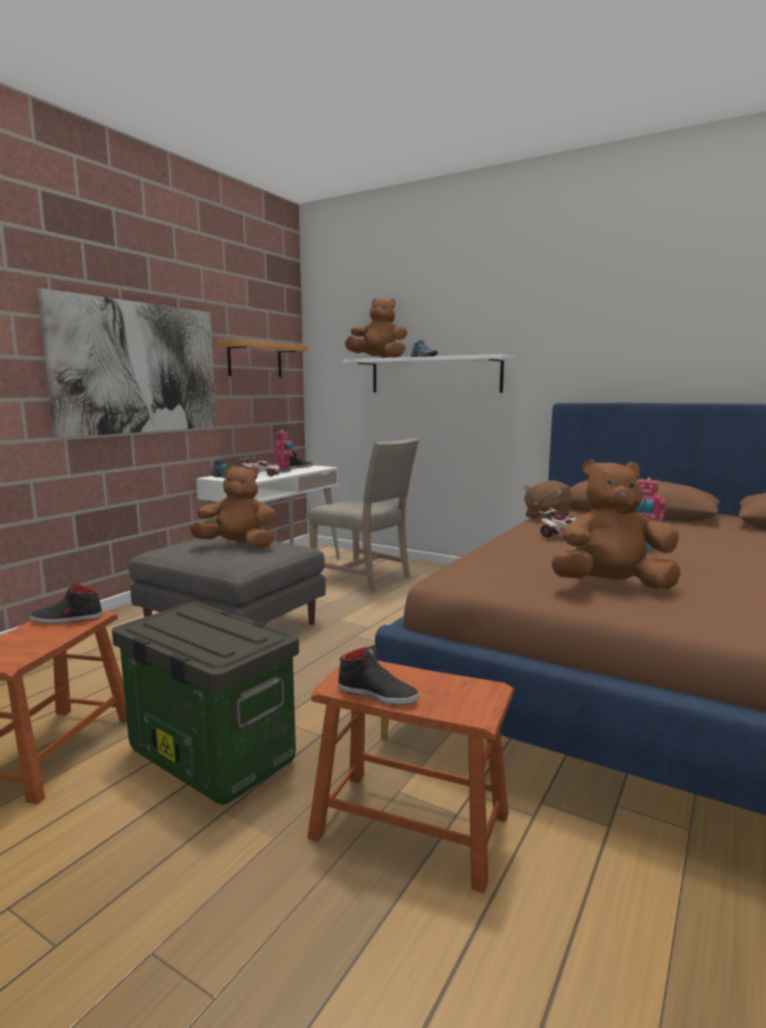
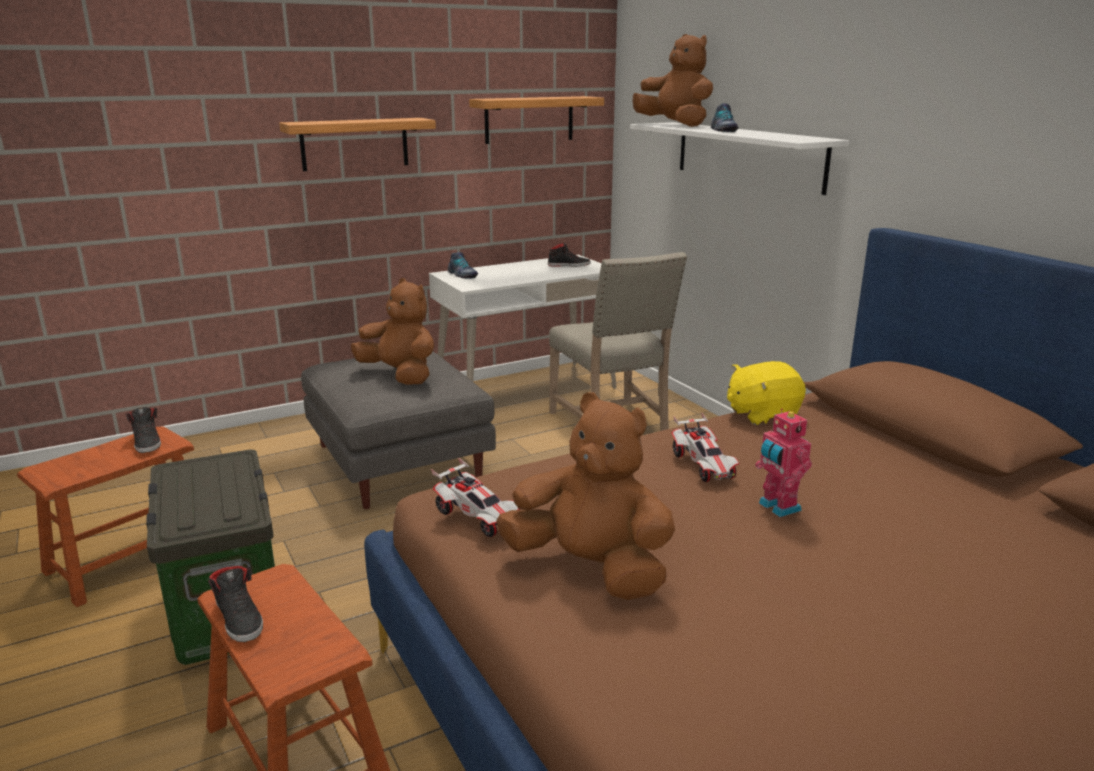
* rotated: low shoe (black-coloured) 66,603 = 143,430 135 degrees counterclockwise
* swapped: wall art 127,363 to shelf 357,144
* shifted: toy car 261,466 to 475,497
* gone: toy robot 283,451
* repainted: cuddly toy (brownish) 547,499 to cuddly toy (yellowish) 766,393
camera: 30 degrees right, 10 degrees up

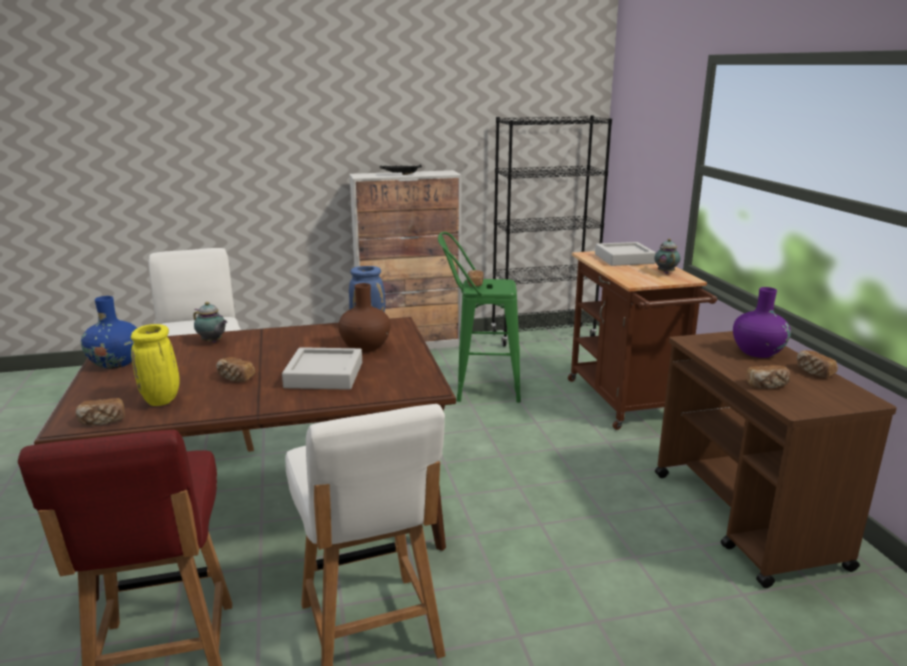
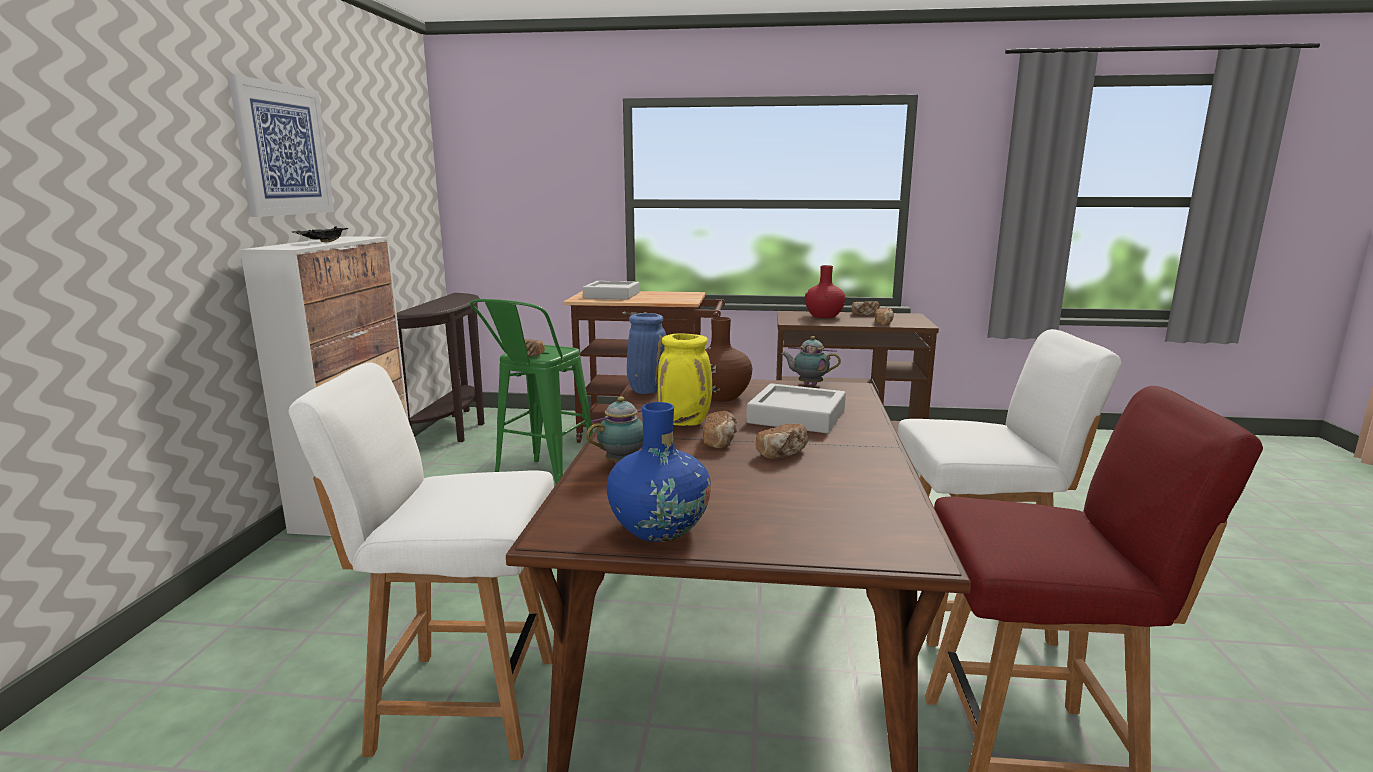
* shifted: bakery bread 100,412 to 720,429
* shifted: decorative vase (yellowish) 155,365 to 685,379
* swapped: shelving unit (black-coloured) 551,230 to hall table (brownish) 441,367
* shifted: tea pot 667,256 to 811,360
* repainted: decorative vase (purple) 762,322 to decorative vase (reddish) 825,291
* new: wall art 281,145
camera: 70 degrees left, 5 degrees down

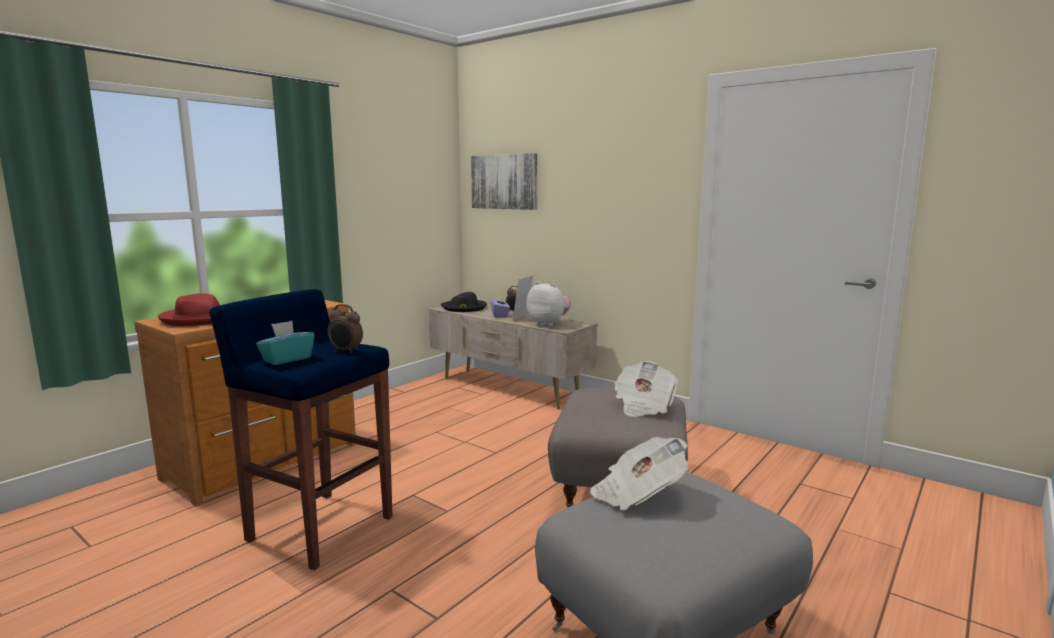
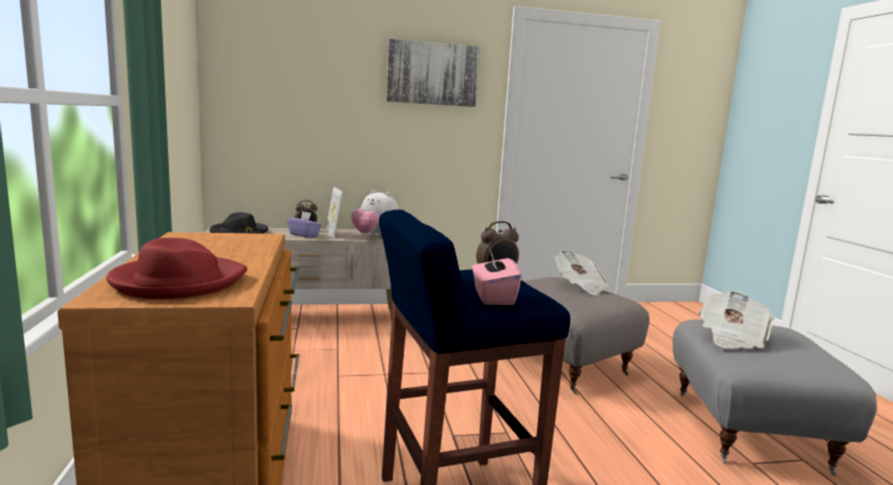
* repainted: tissue holder (blue-green) 285,343 to tissue holder (pink) 497,276
* shifted: wall art 504,181 to 433,73
* rotated: cuddly toy 548,304 = 375,213 135 degrees counterclockwise
camera: 50 degrees left, 0 degrees up

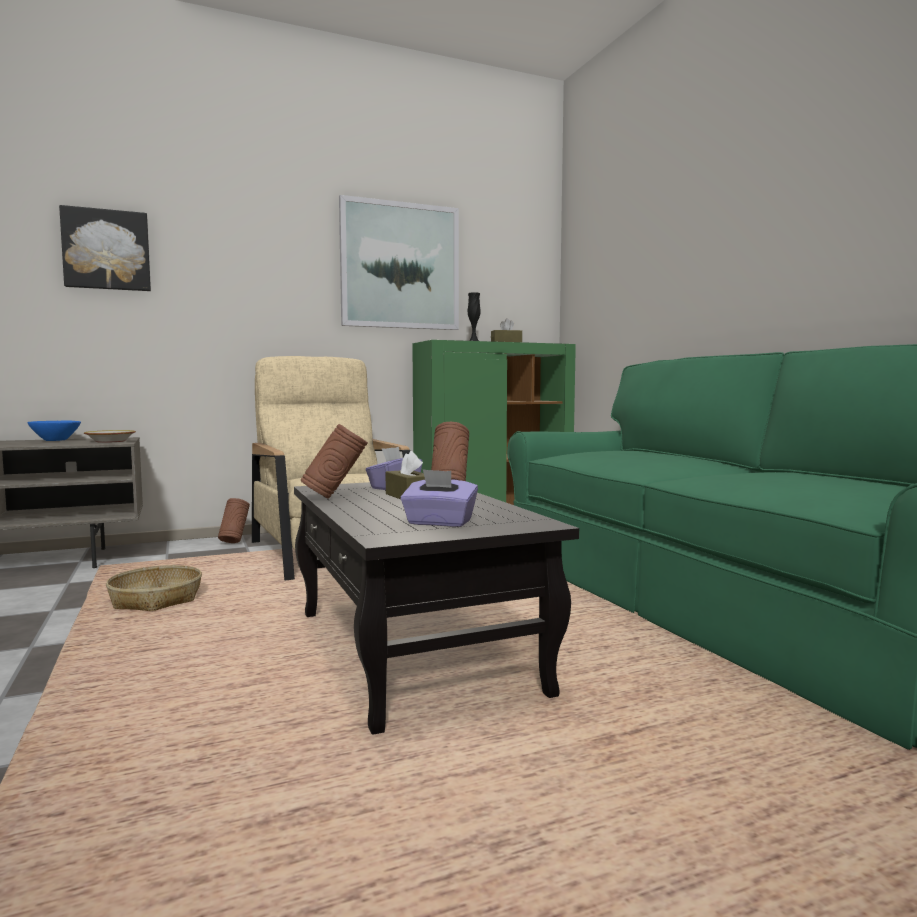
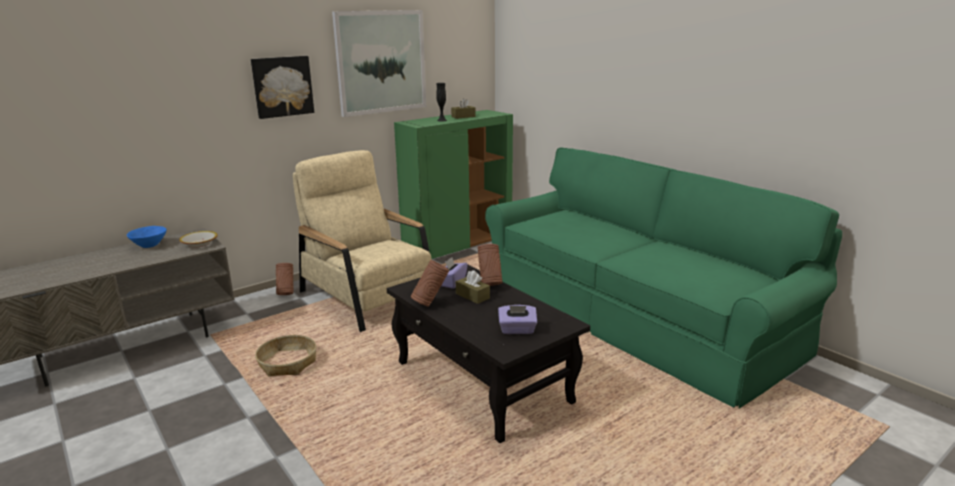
* shifted: wall art 105,248 to 282,87
camera: 15 degrees left, 15 degrees up

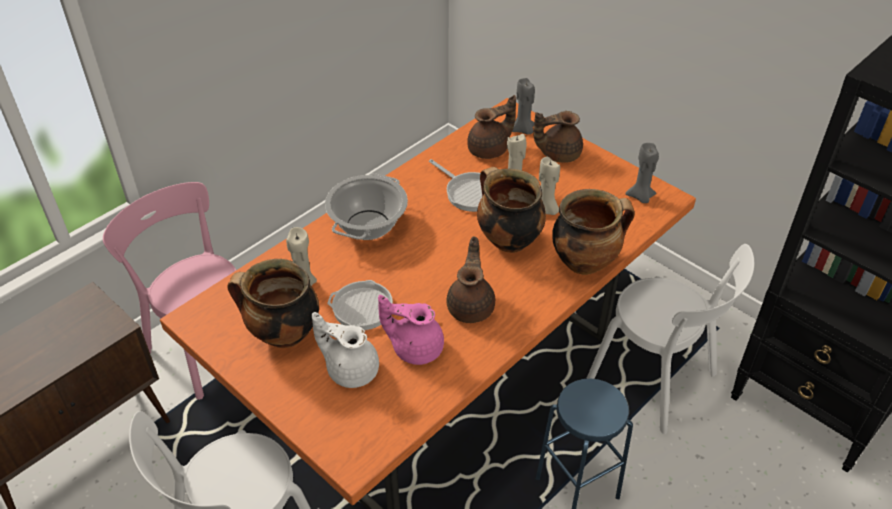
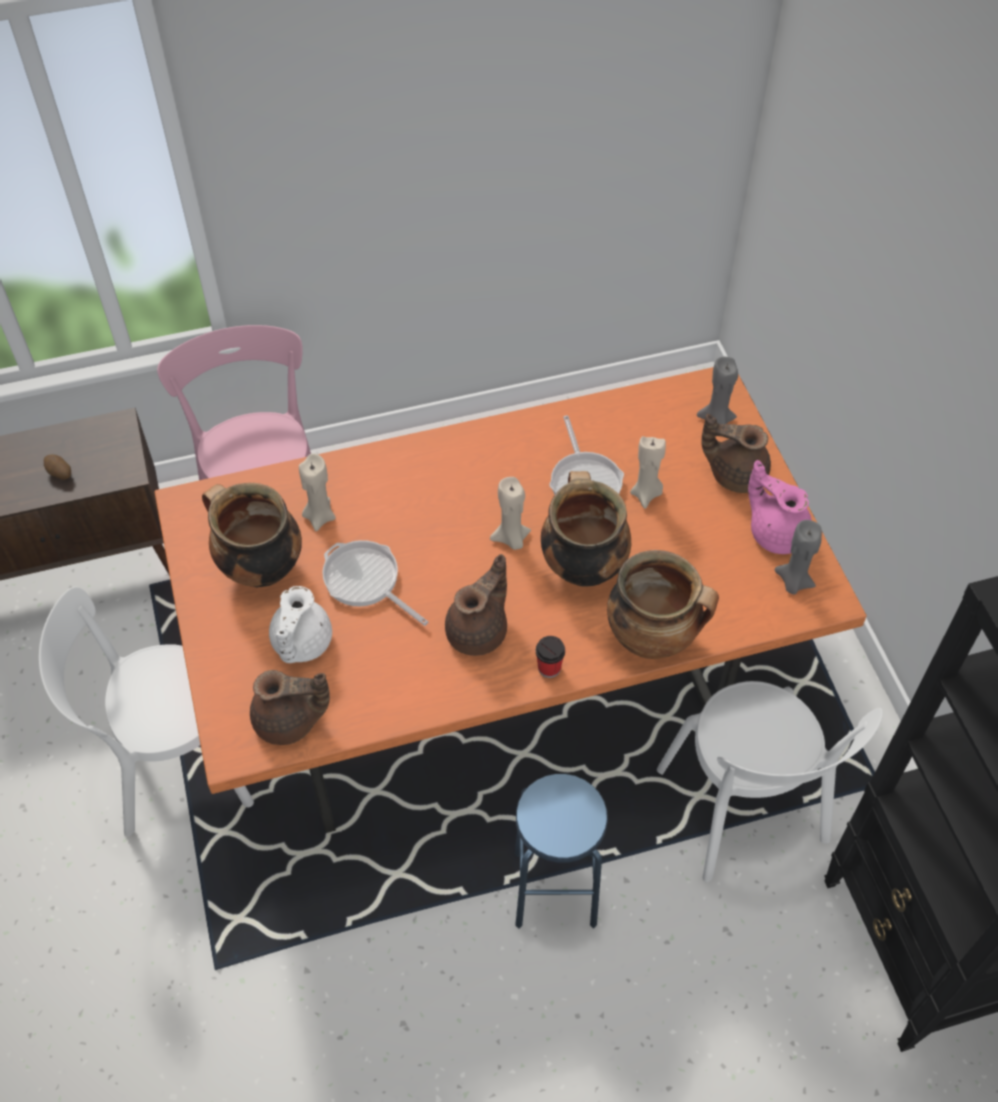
* rotated: tea pot (white) 345,350 = 300,624 135 degrees counterclockwise
* gone: cooking pot 366,206
* shifted: tea pot (pink) 411,330 to 780,507
* shifted: tea pot (brownish) 491,127 to 290,707
* shifted: wax light (beige-coloured) 549,186 to 510,513
* new: spud 57,467
* new: cup 550,657
camera: 30 degrees right, 10 degrees up

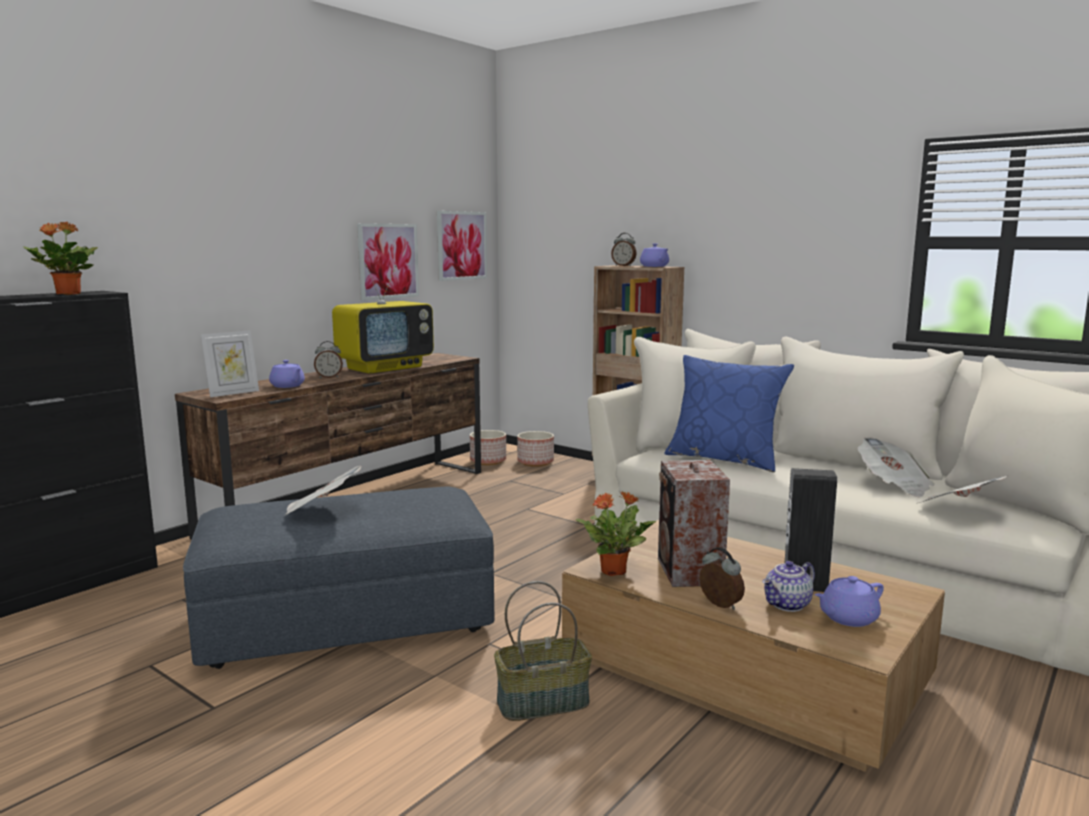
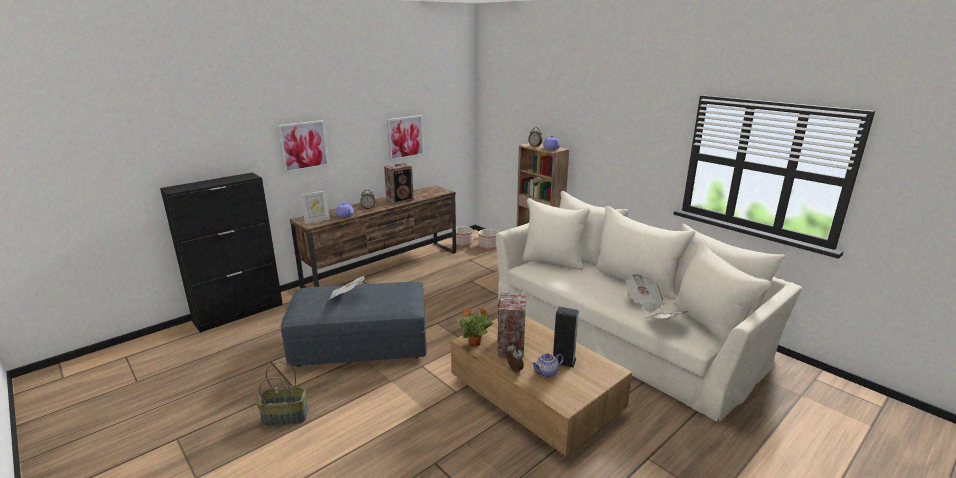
* gone: plant in a pot 60,258
* swapped: television 383,319 to audio speaker 399,183
* shifted: wall art 462,246 to 303,146
* shifted: household basket 543,651 to 282,394
* gone: throw pillow (blue) 729,413
* gone: tea pot (purple) 849,601
camera: 10 degrees right, 10 degrees up

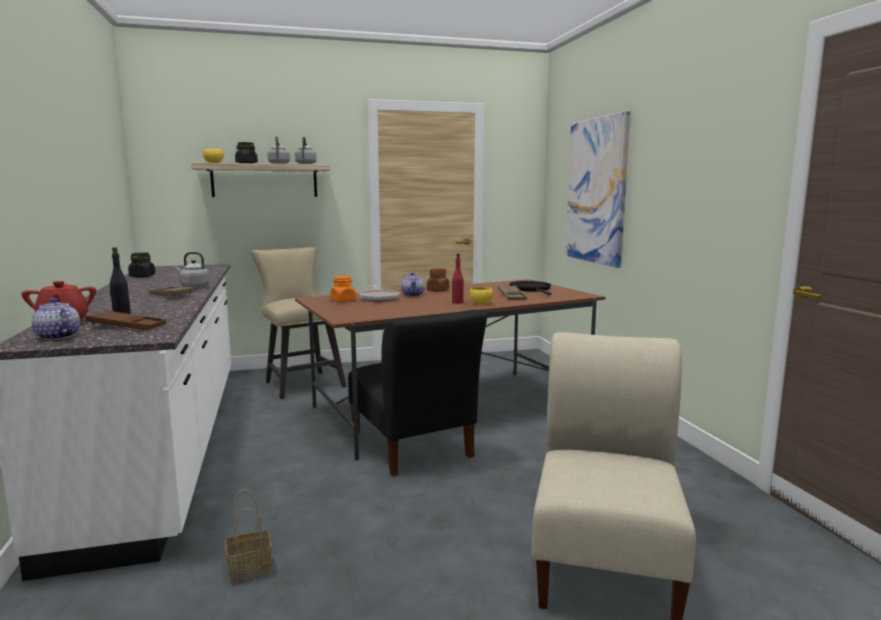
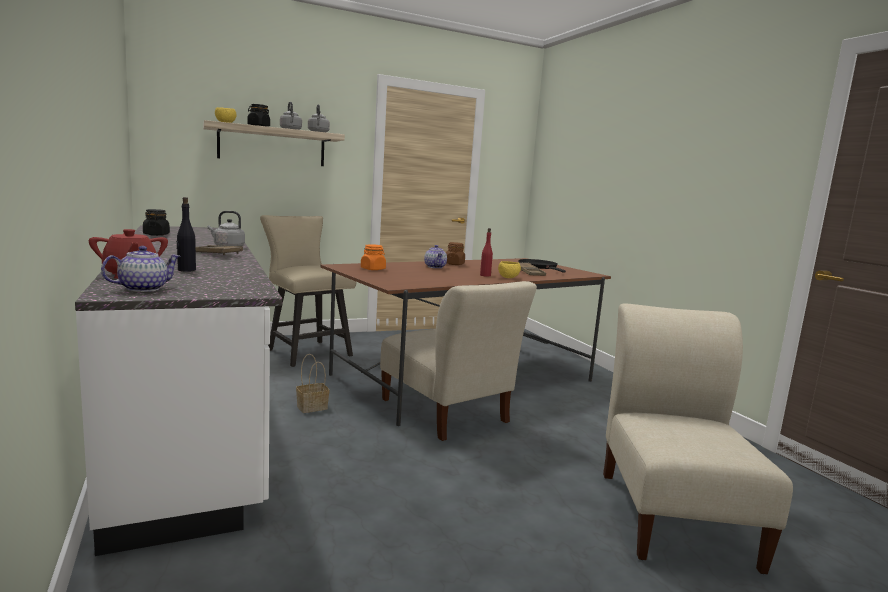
* rotated: tea pot 56,319 = 141,269 105 degrees clockwise
* gone: serving tray (brownish) 126,320
* shifted: household basket 248,536 to 312,383
* repainted: chair (black-coloured) 417,393 to chair (beige-coloured) 458,361
* gone: pan 379,293
* gone: wall art 598,189
camera: 10 degrees left, 0 degrees up

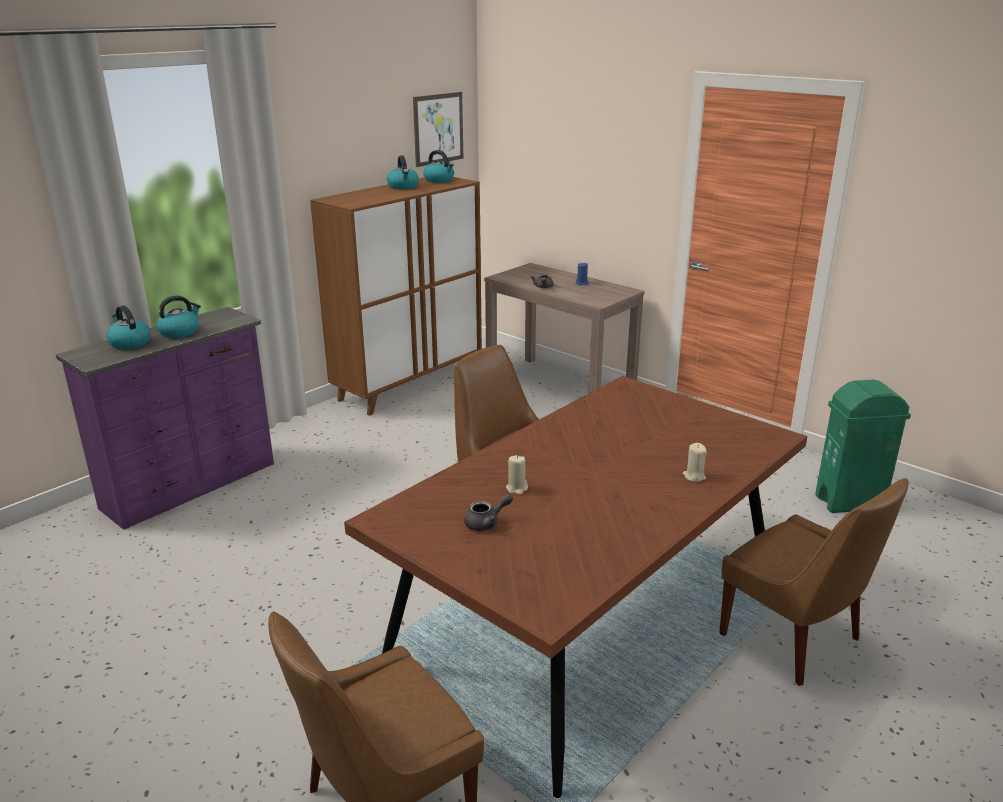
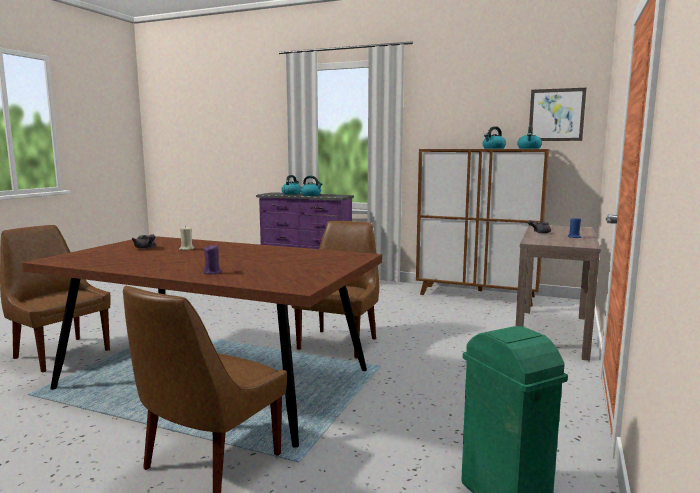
* repainted: wax light (beige-coloured) 695,462 to wax light (purple) 212,259
camera: 70 degrees right, 15 degrees down

